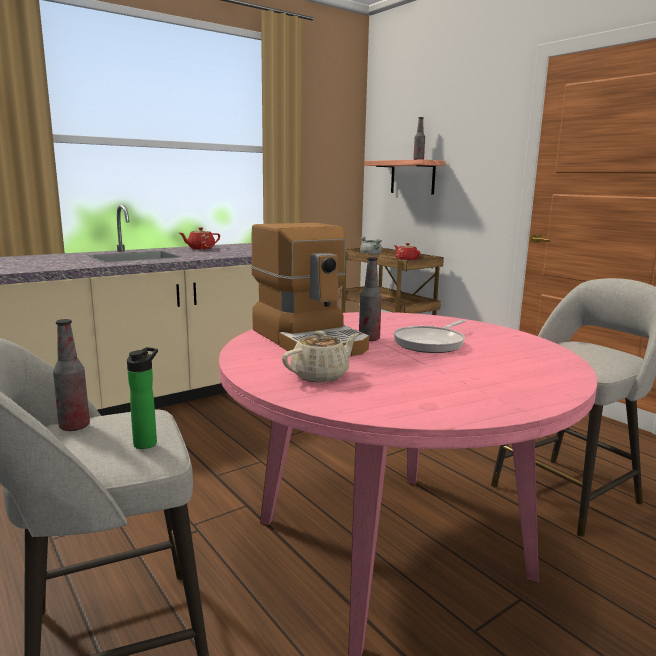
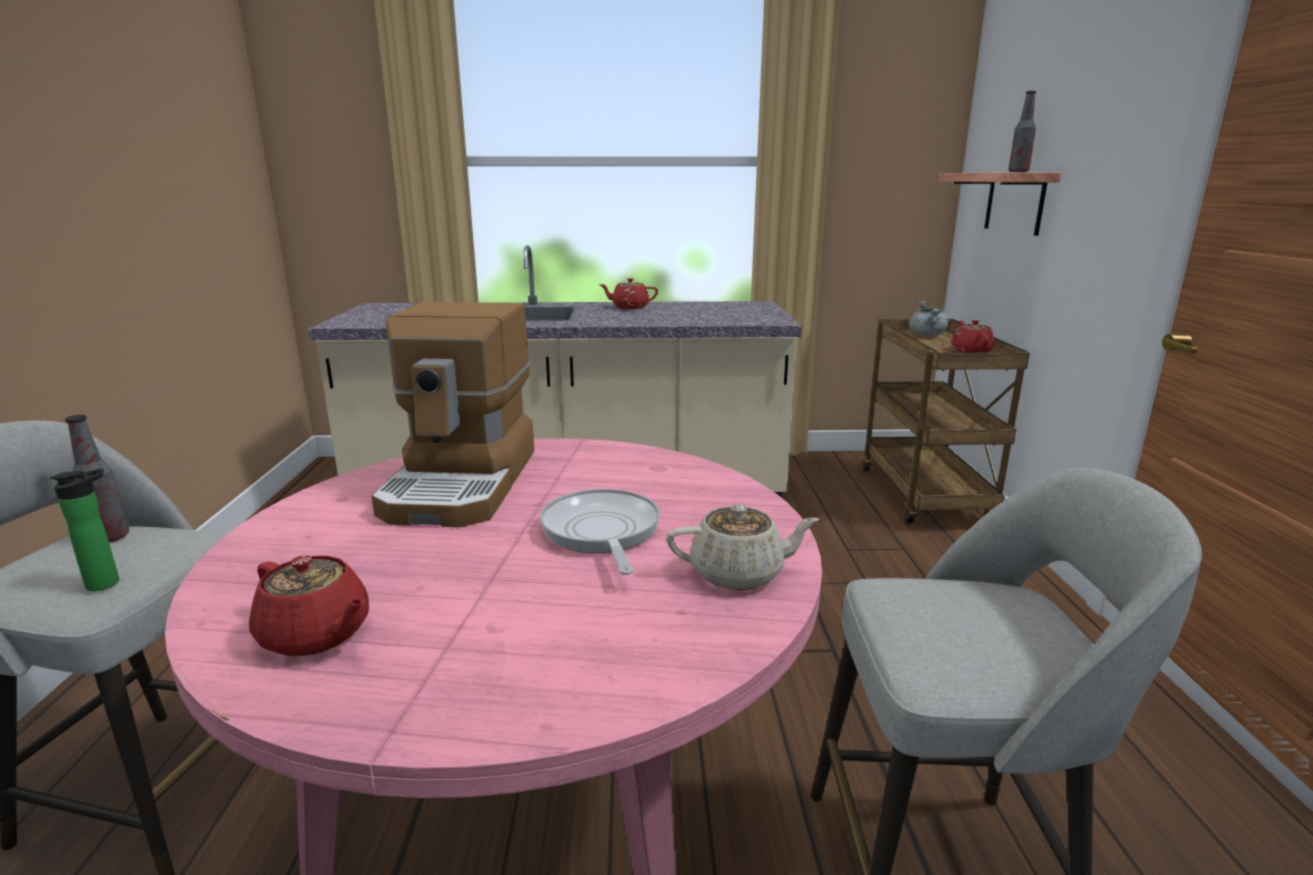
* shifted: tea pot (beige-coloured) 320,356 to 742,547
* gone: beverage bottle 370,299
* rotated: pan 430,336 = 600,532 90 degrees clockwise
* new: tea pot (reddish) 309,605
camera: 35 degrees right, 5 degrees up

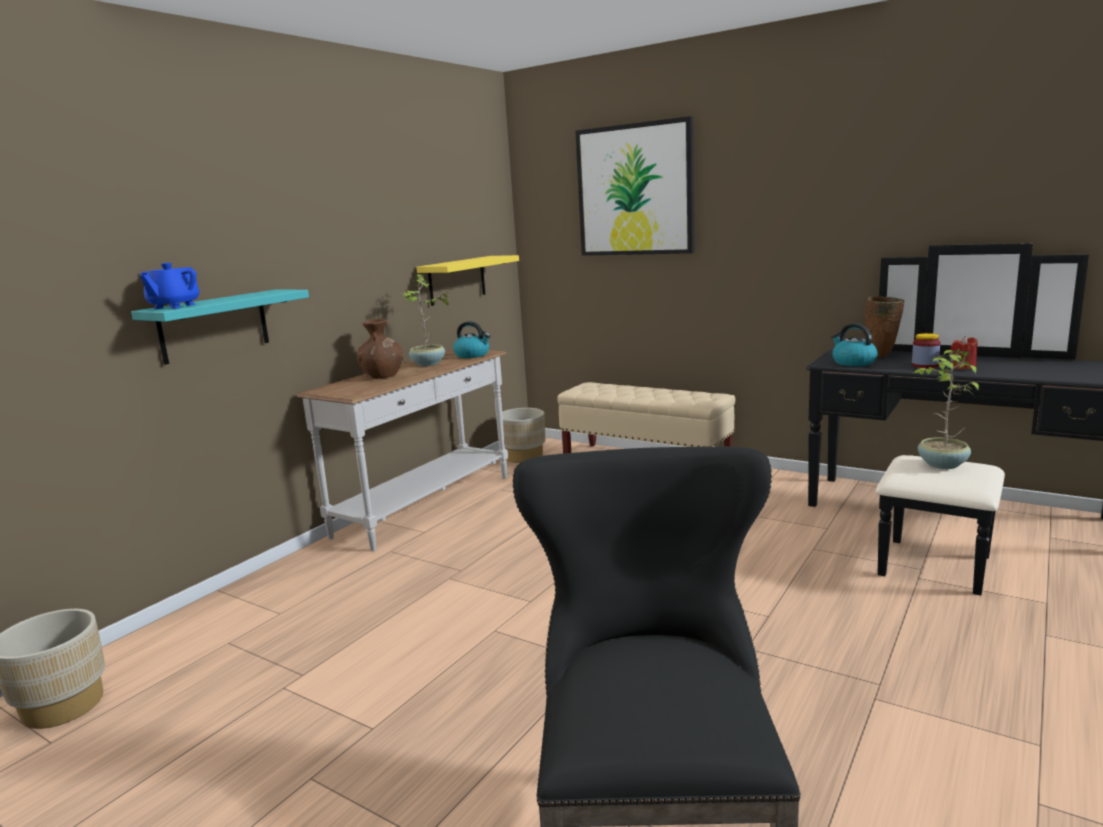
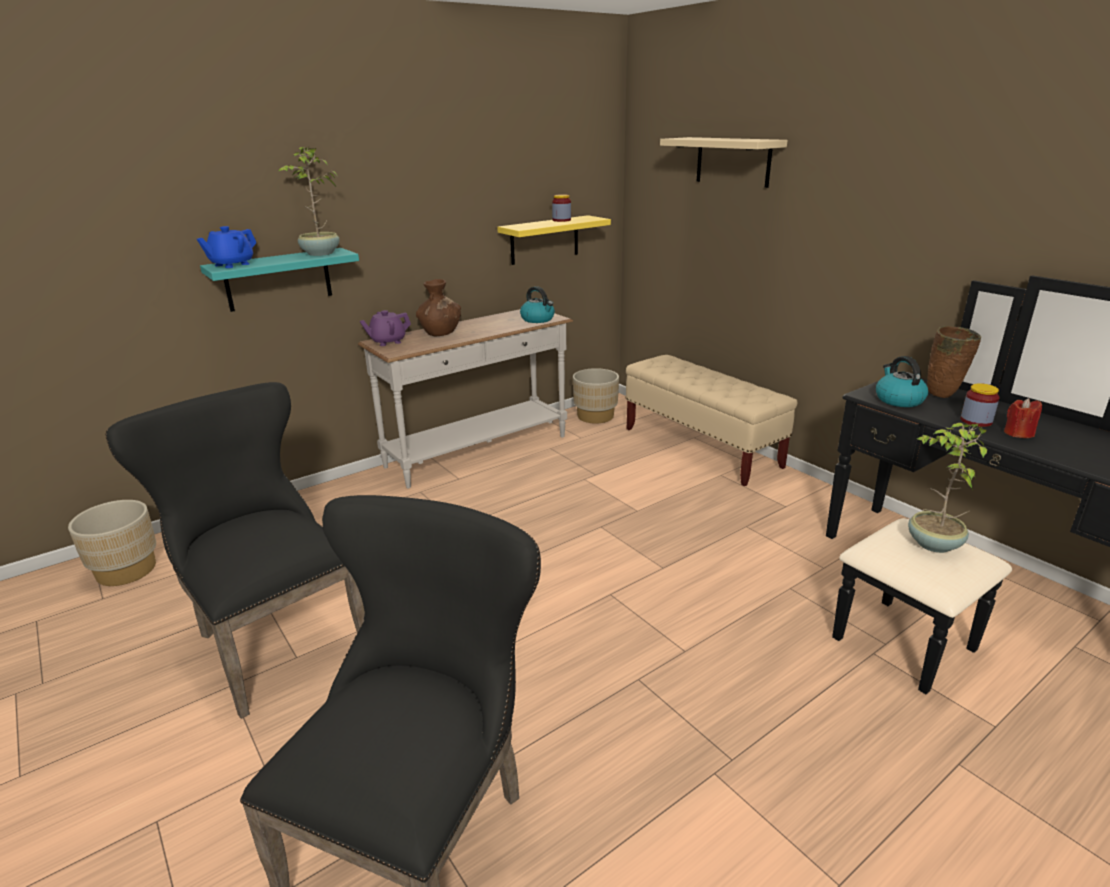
* shifted: plant in a pot 424,320 to 309,201
* swapped: wall art 635,186 to shelf (beige-coloured) 724,162
* new: chair (black-coloured) 235,550
* new: tea pot (purple) 385,328
* new: jar 561,208
camera: 20 degrees right, 10 degrees up

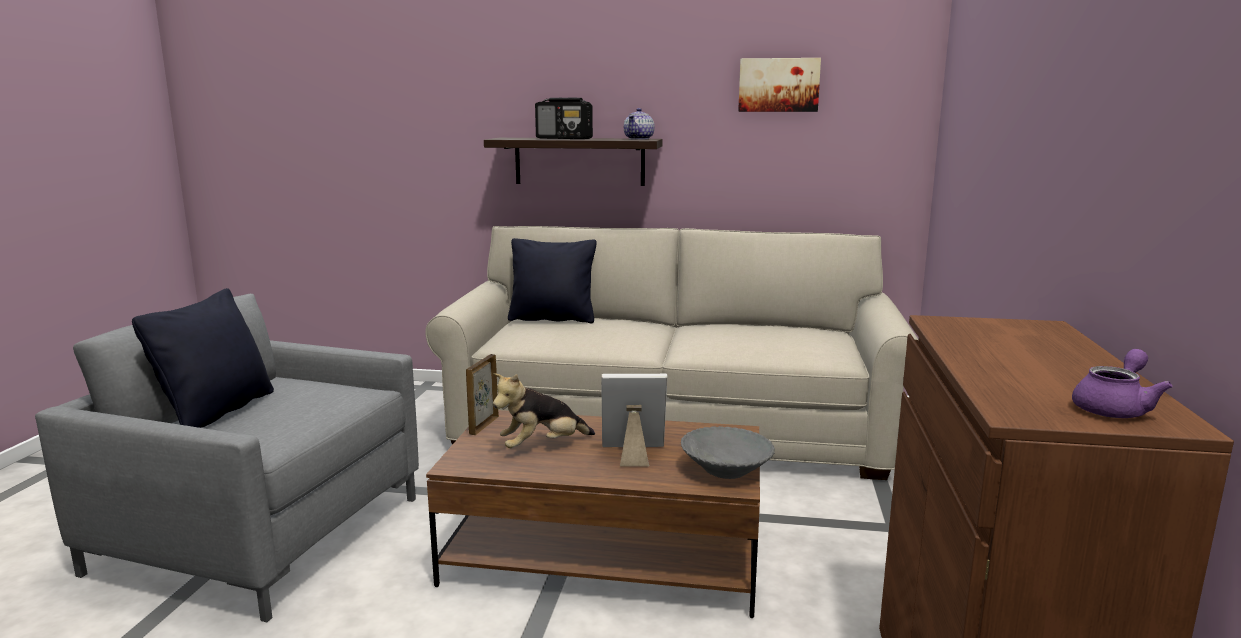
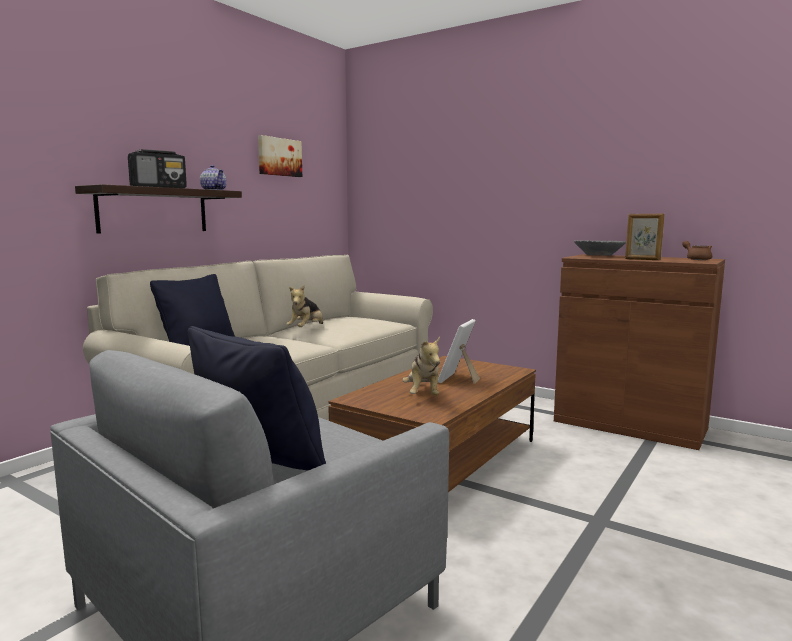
* shifted: standing frame 482,394 to 645,237
* shifted: serving bowl (gray) 728,452 to 600,248
* repainted: tea pot (purple) 1122,383 to tea pot (brownish) 697,250
* new: cuddly toy 304,306
camera: 65 degrees left, 5 degrees down

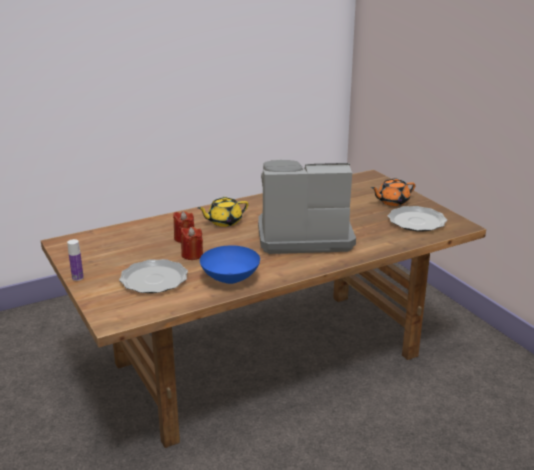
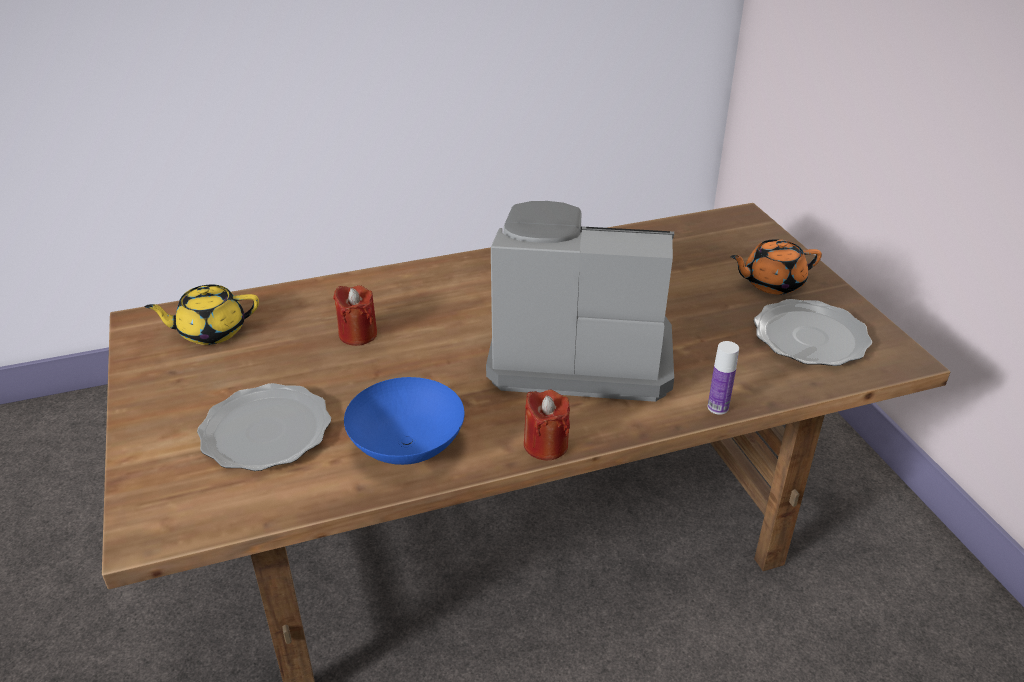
* shifted: beverage bottle 75,260 to 723,378
* shifted: wax light (reddish) 192,243 to 547,425
* shifted: tea pot (yellowish) 223,212 to 201,315
camera: 10 degrees right, 10 degrees up

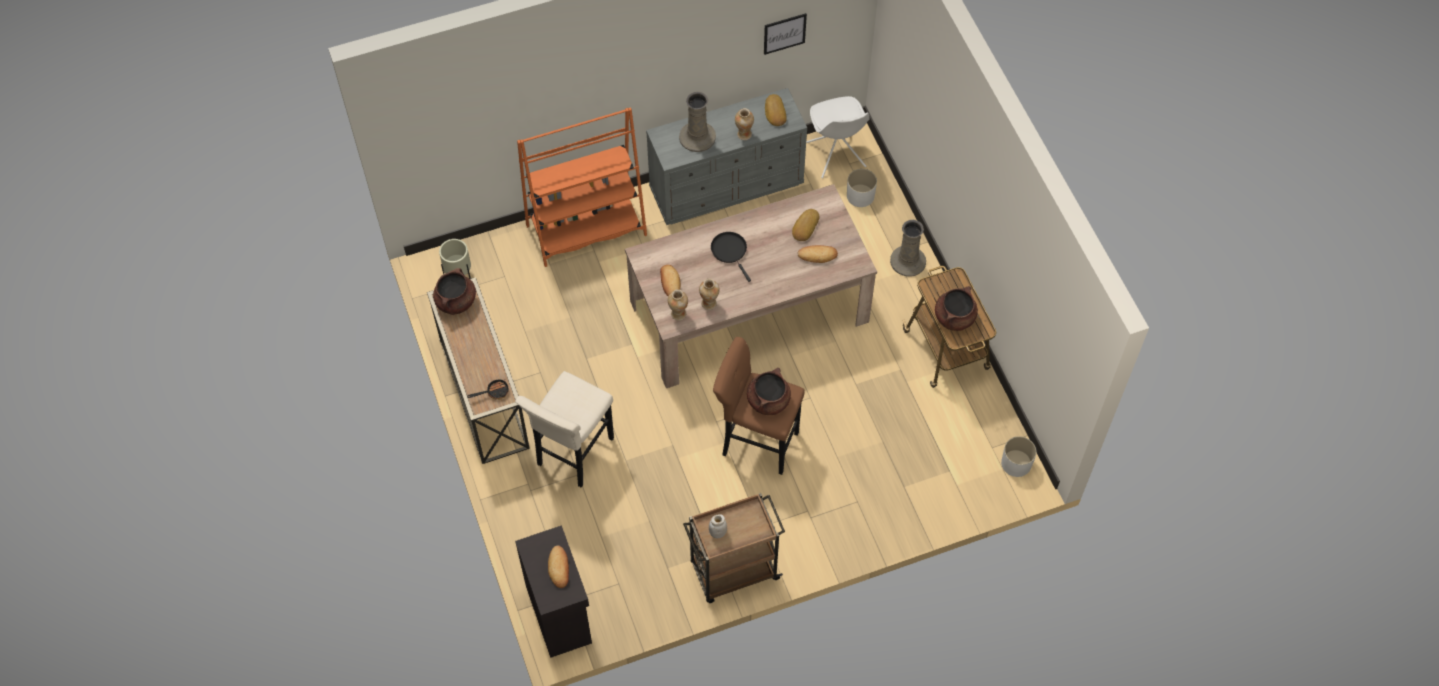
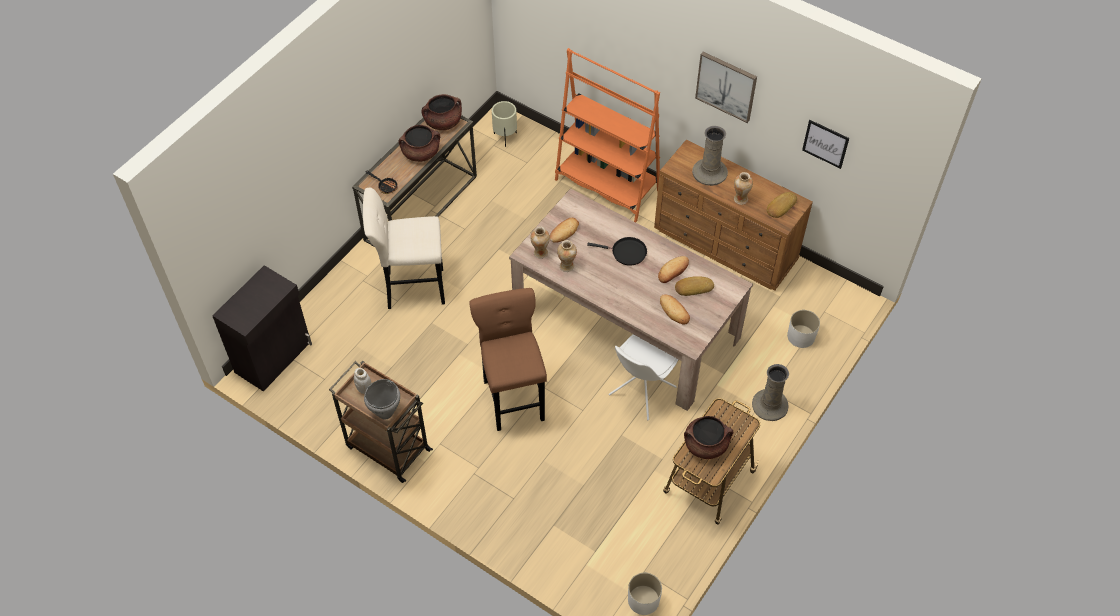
* shifted: bakery bread 558,566 to 673,269
* repainted: drawer chest (gray) 726,156 to drawer chest (brownish) 733,215
* rotated: pan (black-coloured) 731,257 = 617,251 75 degrees clockwise
* shifted: cooking pot (brownish) 769,391 to 419,143
* shifted: chair (white) 837,137 to 643,377
* new: cooking pot (gray) 382,399
* new: wall art 726,87
camera: 55 degrees right, 5 degrees down

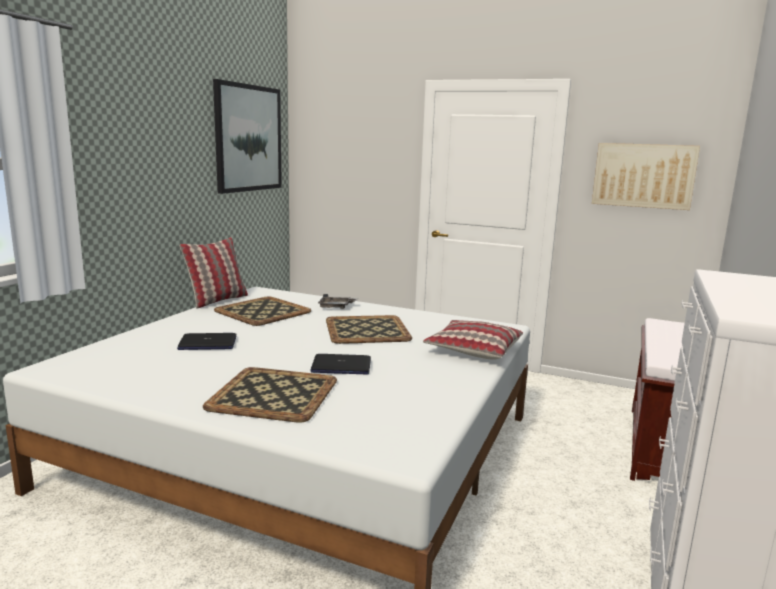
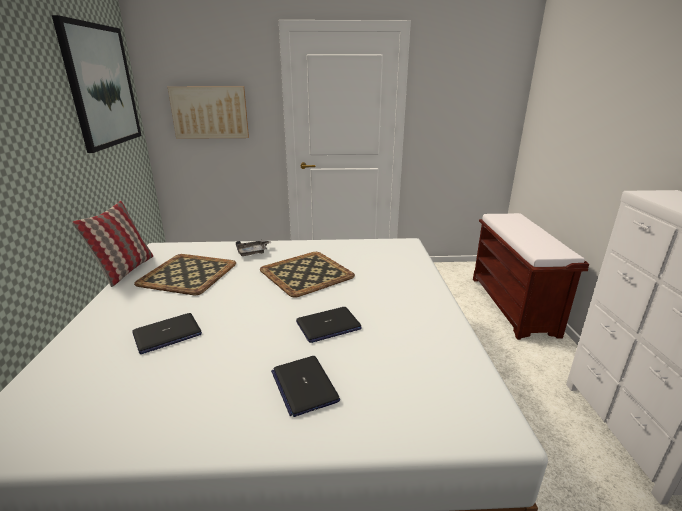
* swapped: serving tray 270,395 to notebook computer 305,386
* gone: throw pillow 473,340
* shifted: wall art 646,176 to 208,113
camera: 25 degrees left, 10 degrees up

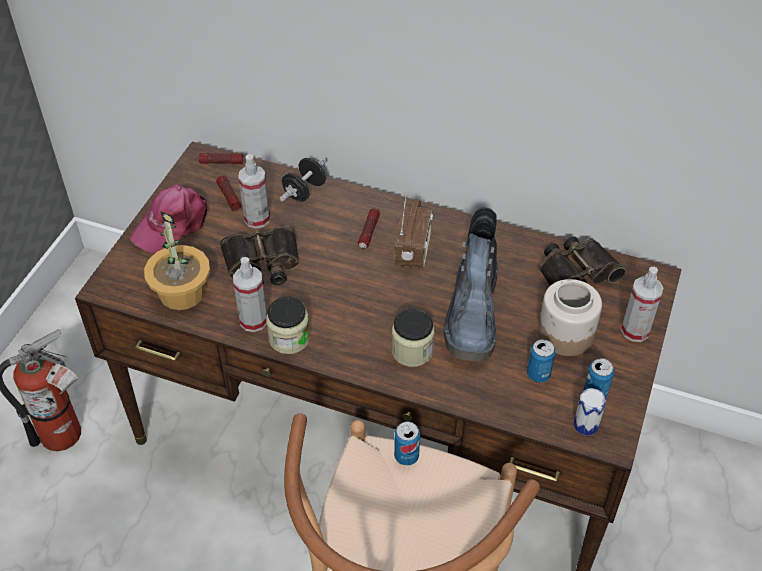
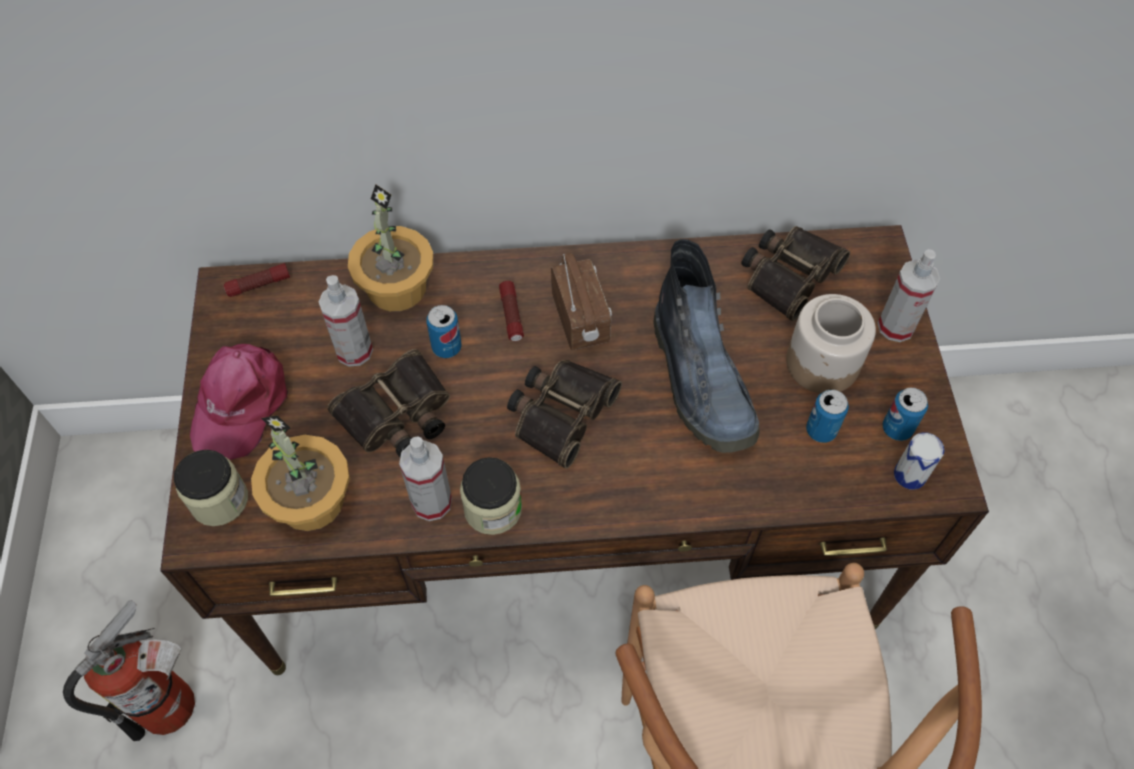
* gone: flashlight 228,193
* swapped: hand weight (black-coloured) 303,180 to plant in a pot 391,247
* shifted: jar 413,338 to 211,488
* shifted: metal can 407,443 to 444,331
* new: binoculars 564,414
camera: 25 degrees left, 10 degrees up

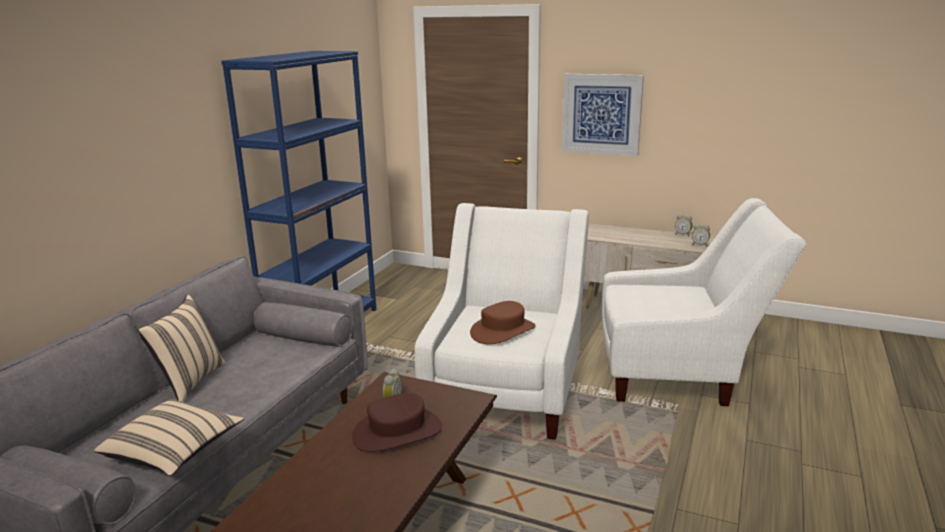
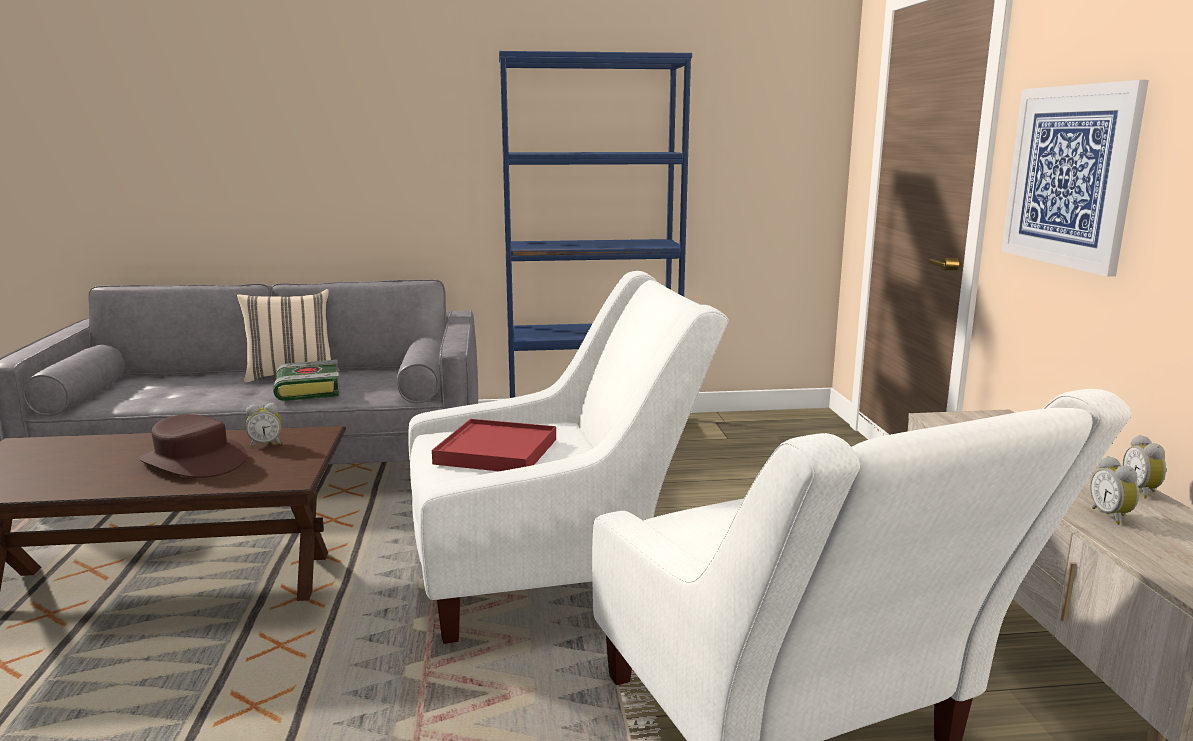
* gone: throw pillow (beige-coloured) 169,437
* swapped: clothing hat (brownish) 503,322 to serving tray (reddish) 494,445
* new: book 307,380
camera: 60 degrees right, 5 degrees down

